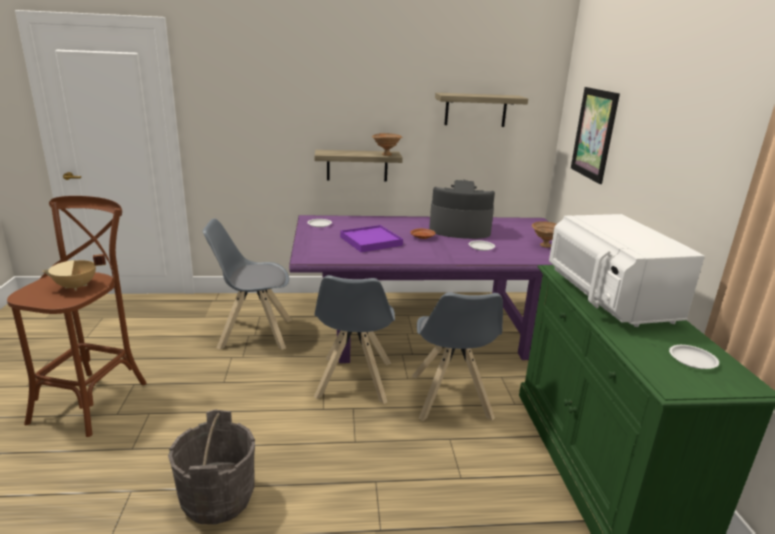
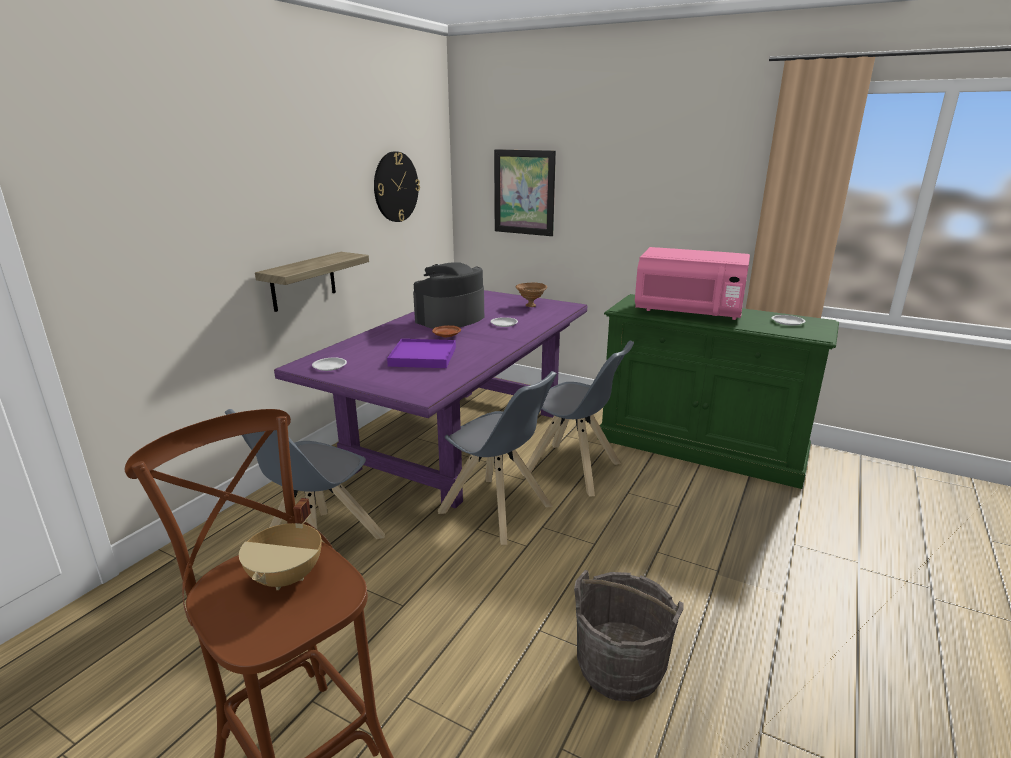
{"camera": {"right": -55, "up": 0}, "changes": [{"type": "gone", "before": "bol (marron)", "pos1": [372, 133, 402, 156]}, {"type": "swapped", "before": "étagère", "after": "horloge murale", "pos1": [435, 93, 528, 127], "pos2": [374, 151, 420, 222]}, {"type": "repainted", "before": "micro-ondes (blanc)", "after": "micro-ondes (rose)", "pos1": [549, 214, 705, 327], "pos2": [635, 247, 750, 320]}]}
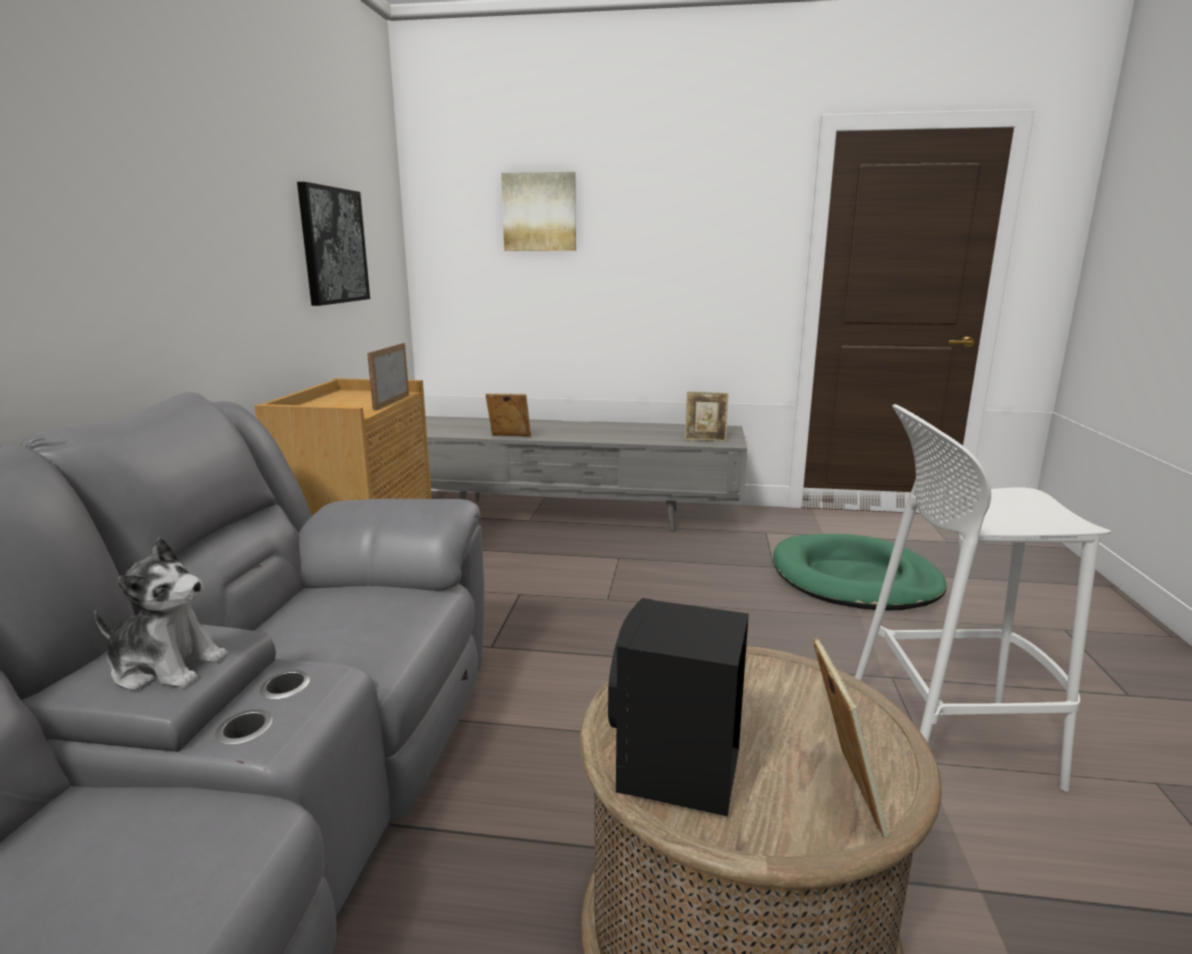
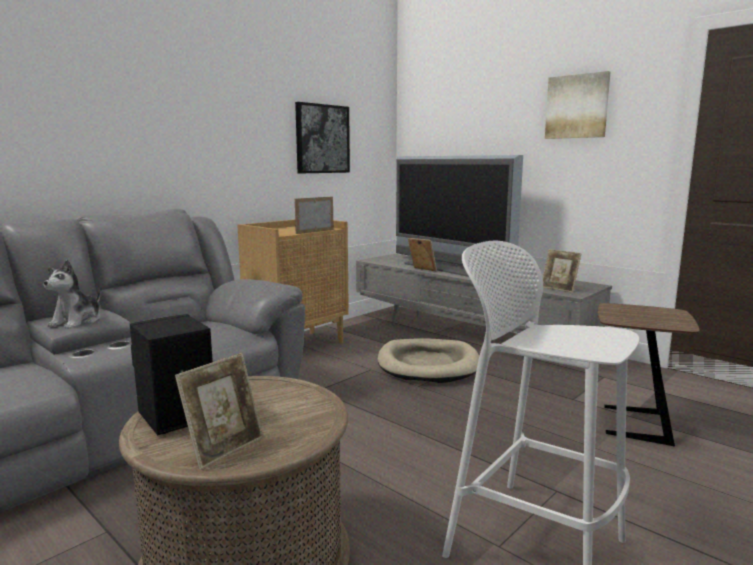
{"camera": {"right": 35, "up": -5}, "changes": [{"type": "rotated", "before": "peluche", "pos1": [94, 537, 228, 691], "pos2": [43, 260, 100, 329], "turn": 60}, {"type": "shifted", "before": "tableau", "pos1": [501, 172, 576, 251], "pos2": [545, 71, 611, 139]}, {"type": "swapped", "before": "panier pour chien (vert)", "after": "table d'appoint (marron)", "pos1": [773, 534, 947, 610], "pos2": [598, 303, 700, 447]}, {"type": "new", "after": "panier pour chien (beige)", "pos2": [378, 338, 479, 383]}, {"type": "new", "after": "téléviseur", "pos2": [396, 155, 523, 277]}]}
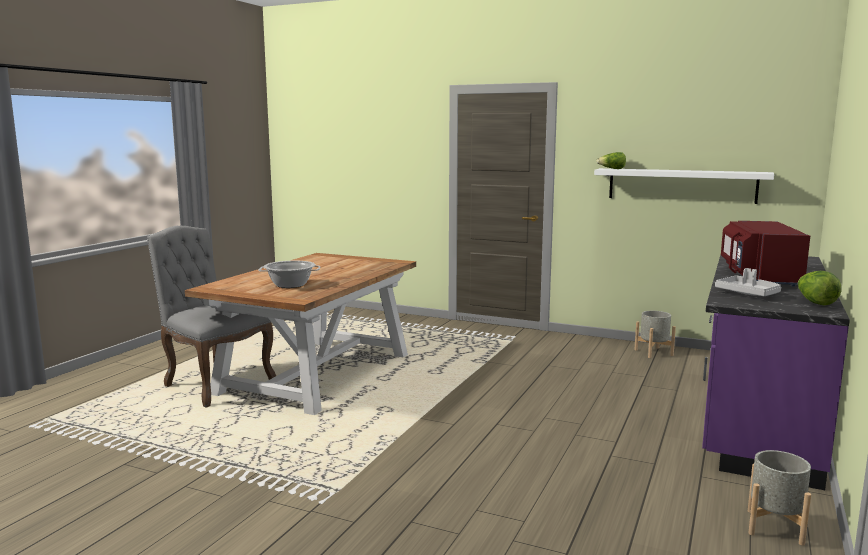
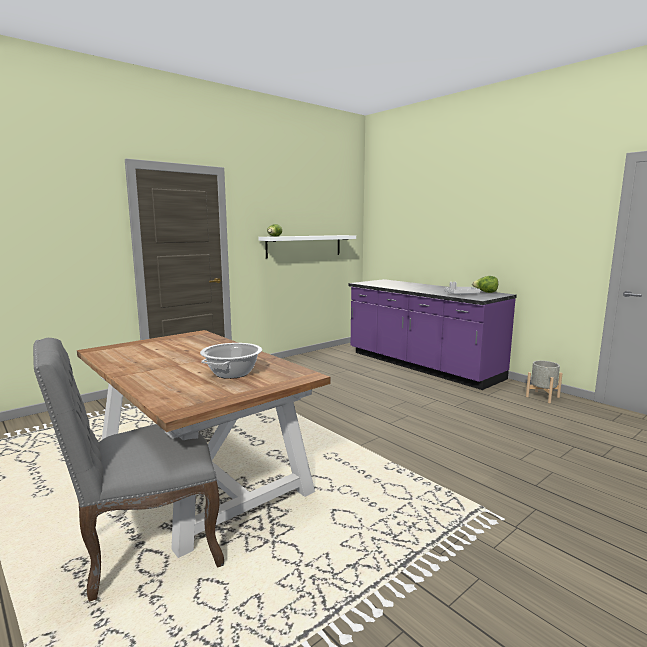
{"camera": {"right": -65, "up": 0}, "changes": [{"type": "gone", "before": "cache-pot (gris)", "pos1": [634, 311, 676, 358]}, {"type": "gone", "before": "micro-ondes (rouge)", "pos1": [721, 221, 810, 287]}]}
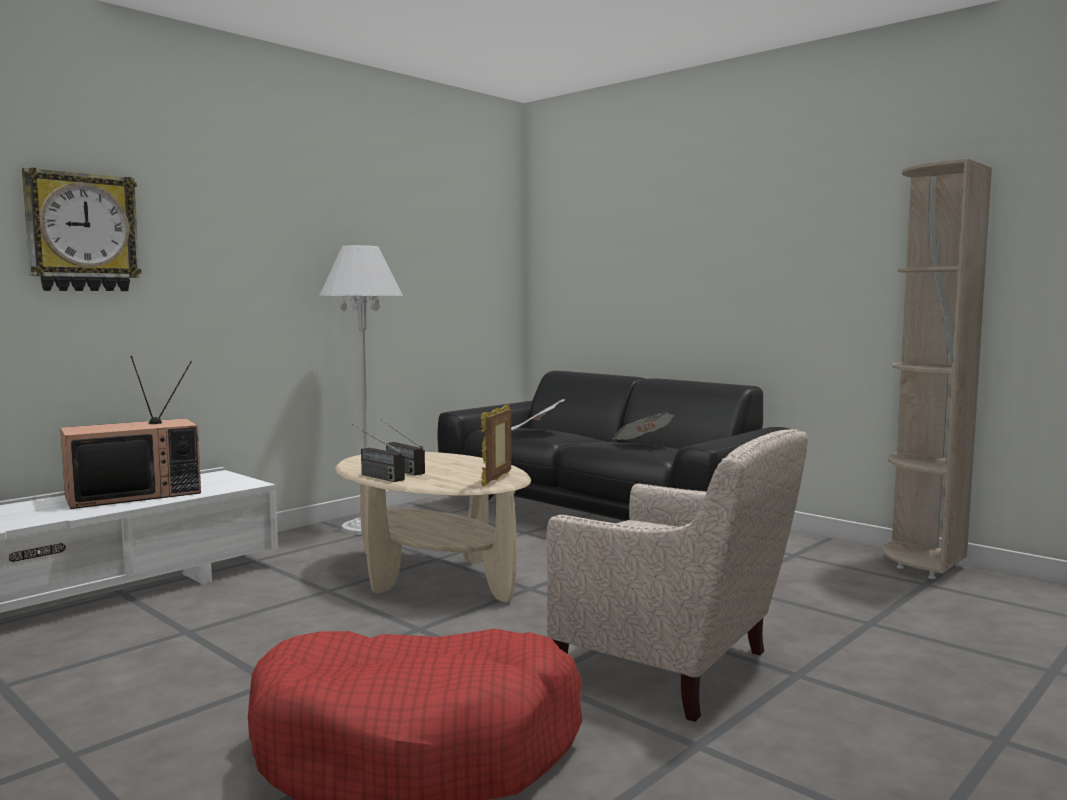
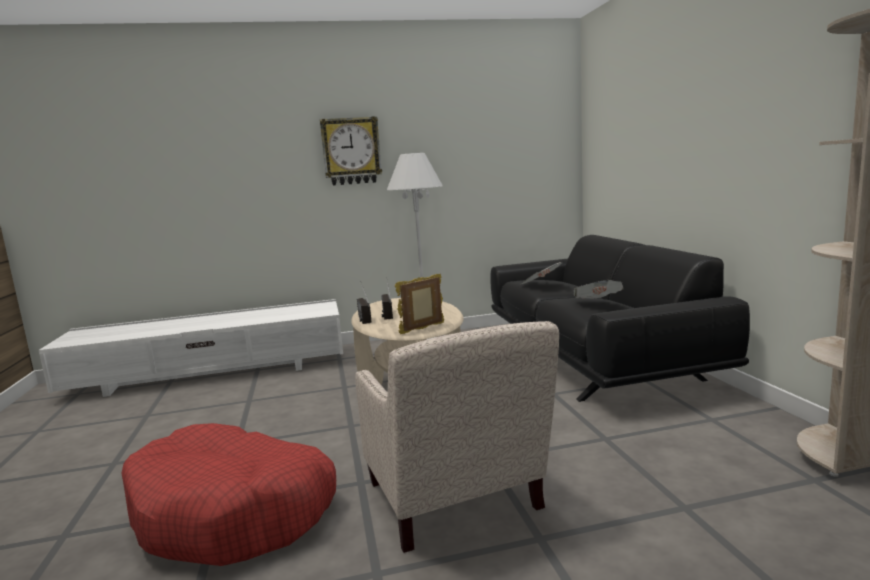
{"camera": {"right": 35, "up": 5}, "changes": [{"type": "shifted", "before": "horloge murale", "pos1": [22, 167, 142, 291], "pos2": [320, 116, 382, 185]}, {"type": "gone", "before": "téléviseur", "pos1": [60, 356, 201, 509]}]}
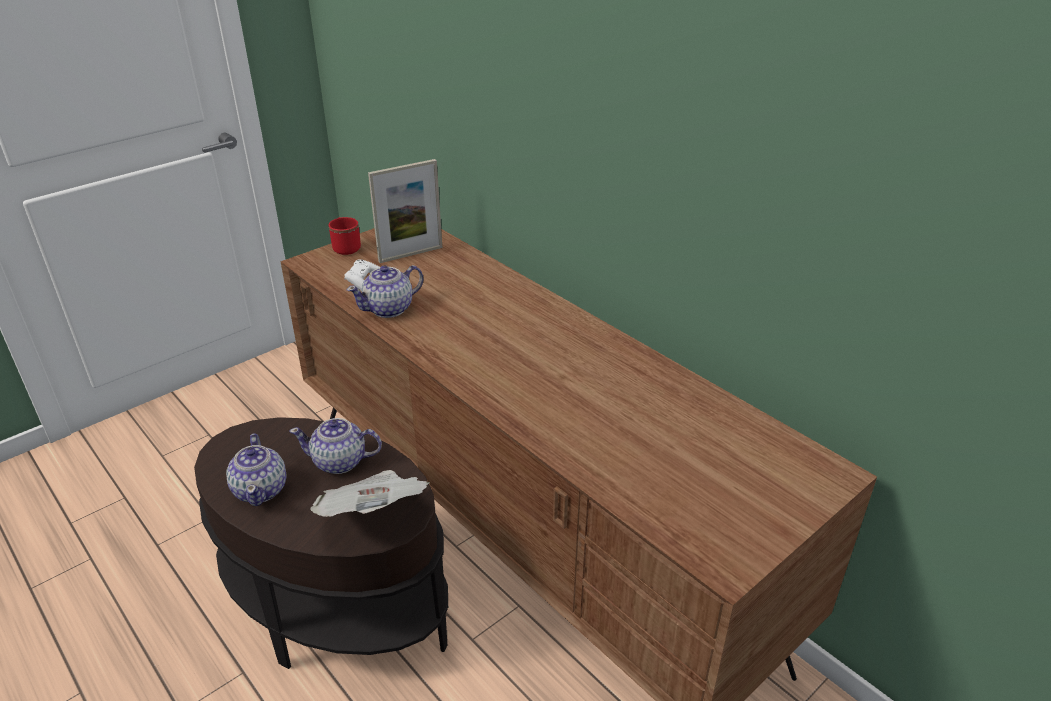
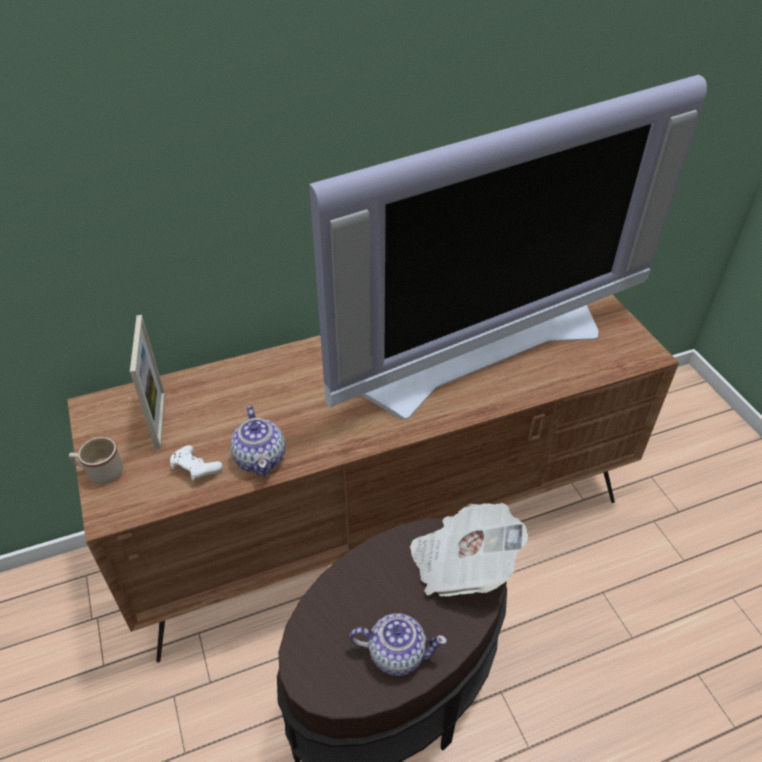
{"camera": {"right": -70, "up": 10}, "changes": [{"type": "gone", "before": "théière", "pos1": [289, 418, 382, 474]}, {"type": "repainted", "before": "mug (rouge)", "after": "mug (beige)", "pos1": [329, 217, 361, 255], "pos2": [69, 437, 123, 484]}, {"type": "new", "after": "téléviseur", "pos2": [309, 75, 707, 420]}]}
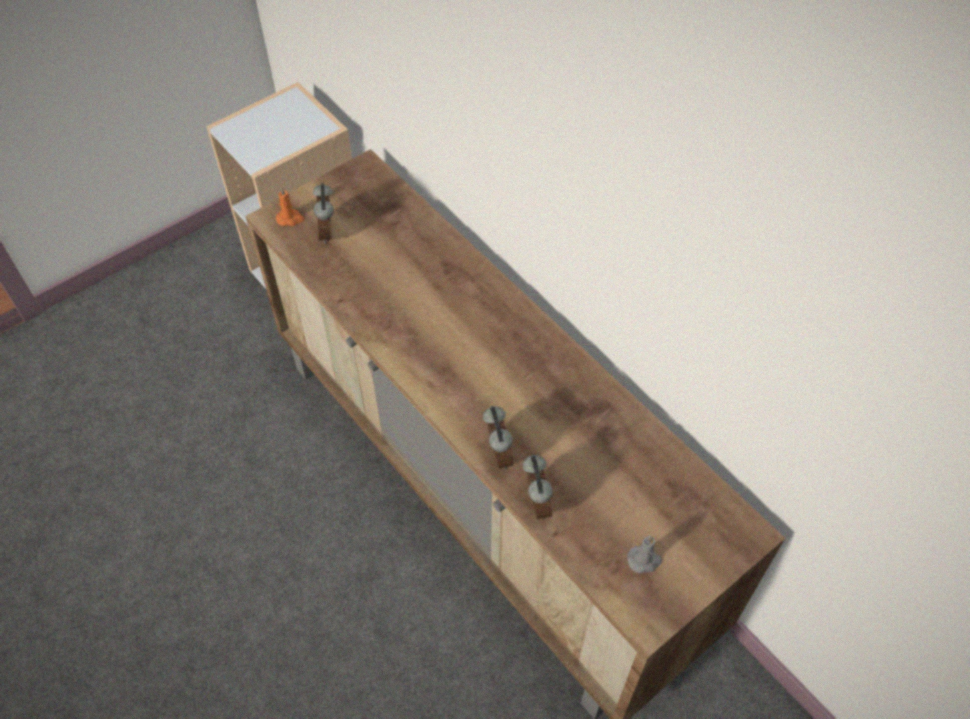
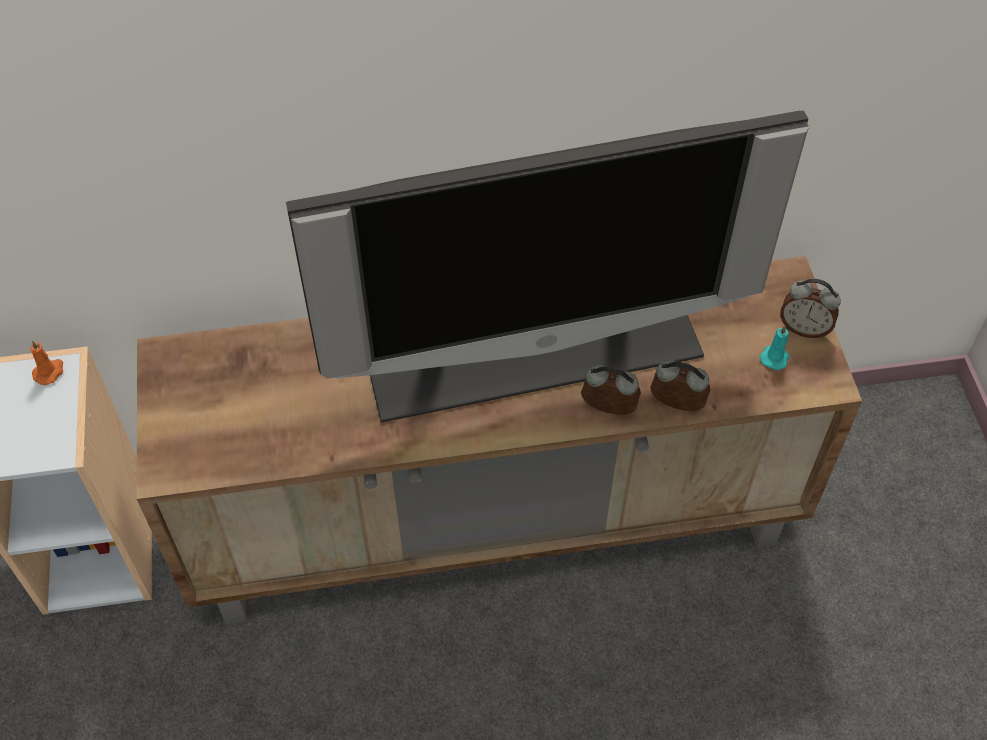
{"camera": {"right": -60, "up": 0}, "changes": [{"type": "shifted", "before": "bougie (orange)", "pos1": [276, 187, 304, 226], "pos2": [30, 340, 63, 385]}, {"type": "shifted", "before": "réveil", "pos1": [313, 183, 334, 244], "pos2": [780, 278, 841, 338]}, {"type": "repainted", "before": "bougie (gris)", "after": "bougie (turquoise)", "pos1": [627, 536, 662, 573], "pos2": [760, 325, 789, 370]}, {"type": "new", "after": "téléviseur", "pos2": [286, 110, 809, 422]}]}
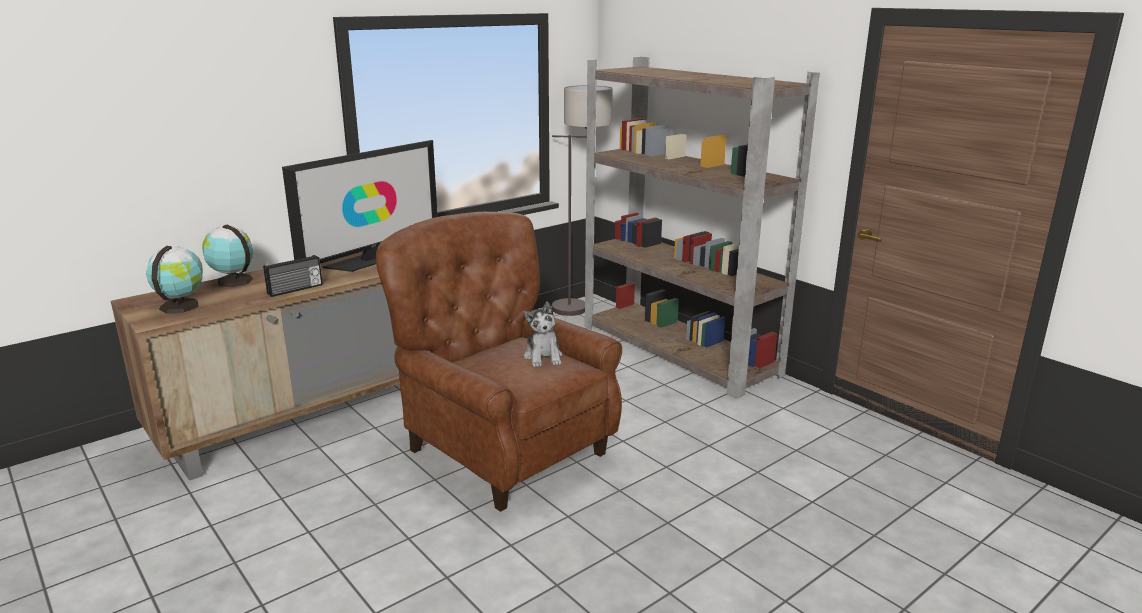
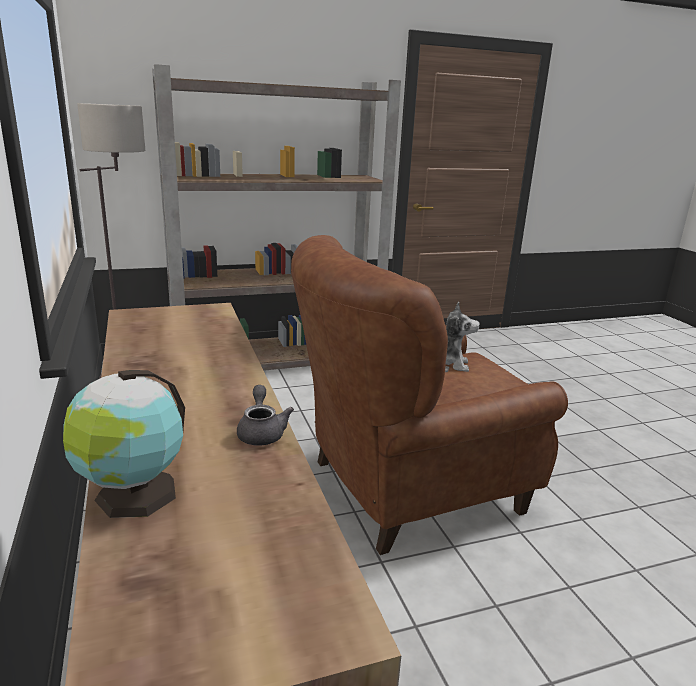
{"camera": {"right": -70, "up": 0}, "changes": [{"type": "gone", "before": "globe", "pos1": [146, 246, 203, 314]}, {"type": "swapped", "before": "radio", "after": "théière (gris)", "pos1": [263, 255, 323, 297], "pos2": [237, 385, 294, 445]}, {"type": "gone", "before": "téléviseur", "pos1": [282, 140, 438, 272]}]}
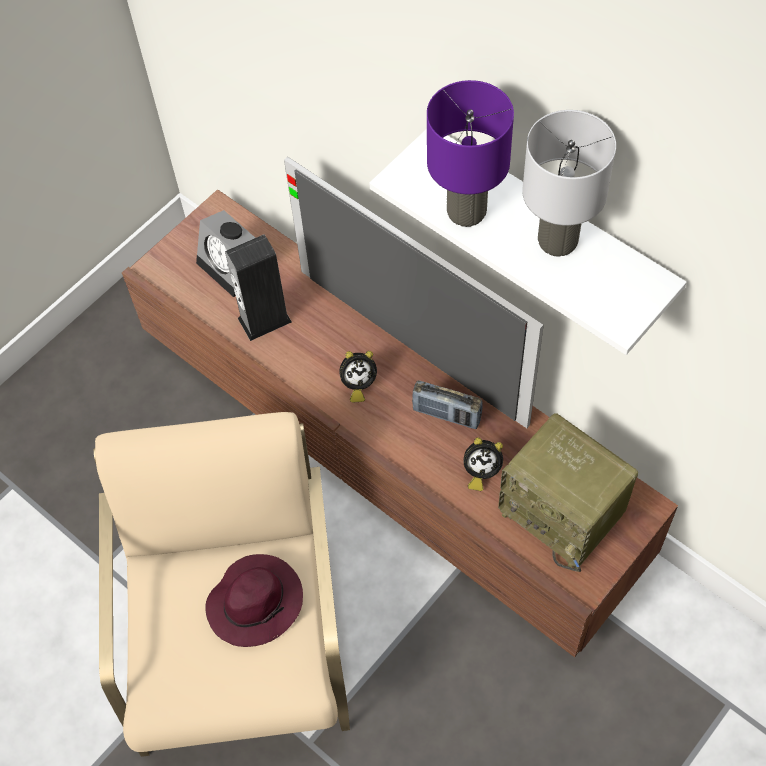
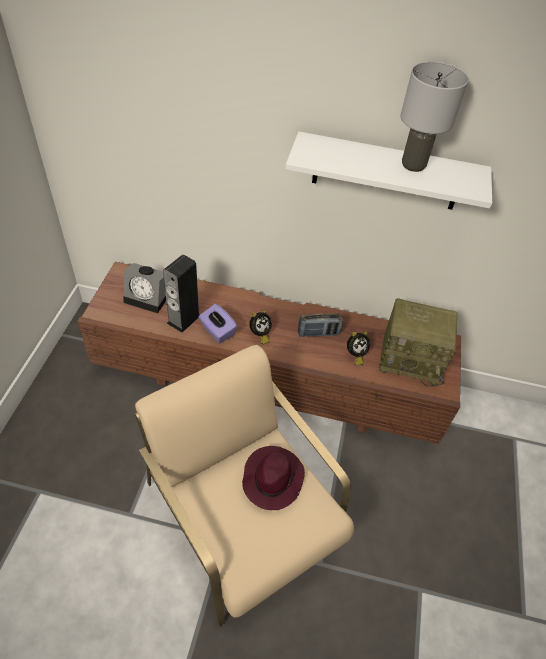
{"camera": {"right": -35, "up": -10}, "changes": [{"type": "gone", "before": "téléviseur", "pos1": [284, 157, 544, 428]}, {"type": "gone", "before": "lampe de table (violet)", "pos1": [427, 80, 514, 227]}, {"type": "new", "after": "boîte à mouchoirs (violet)", "pos2": [199, 304, 237, 343]}]}
